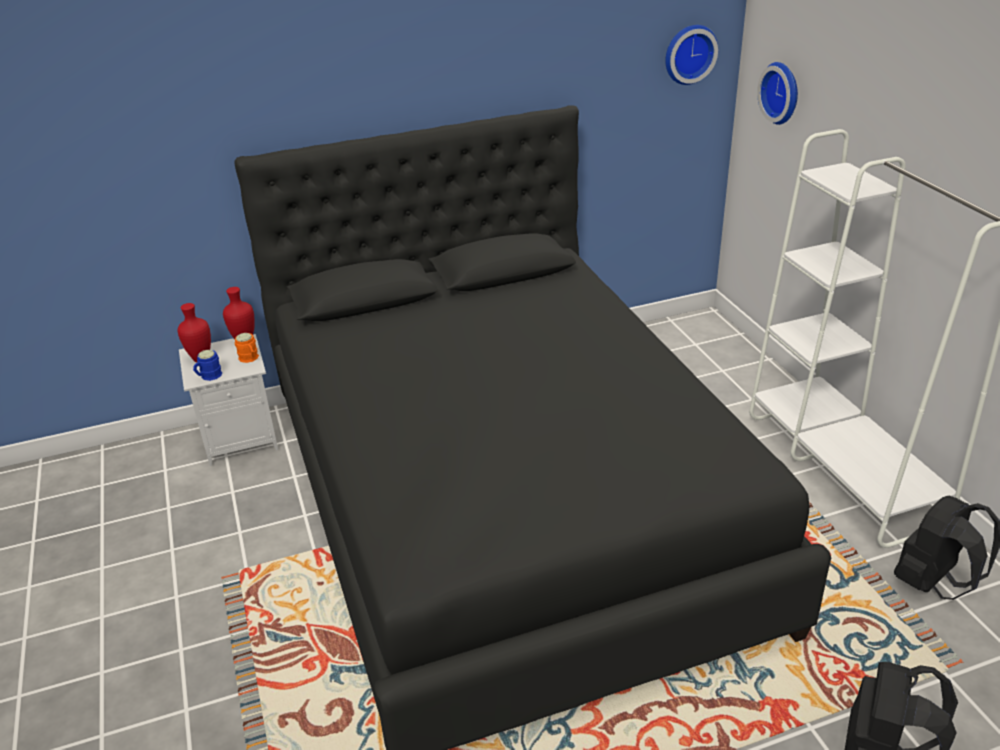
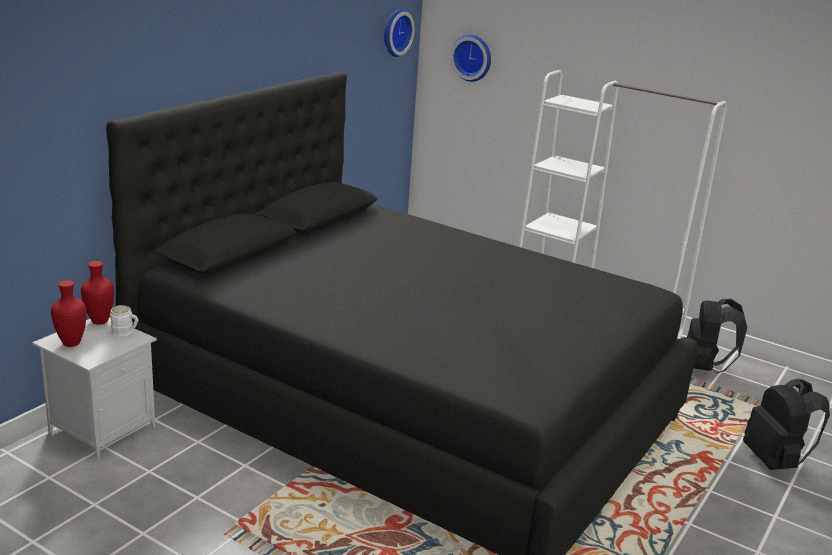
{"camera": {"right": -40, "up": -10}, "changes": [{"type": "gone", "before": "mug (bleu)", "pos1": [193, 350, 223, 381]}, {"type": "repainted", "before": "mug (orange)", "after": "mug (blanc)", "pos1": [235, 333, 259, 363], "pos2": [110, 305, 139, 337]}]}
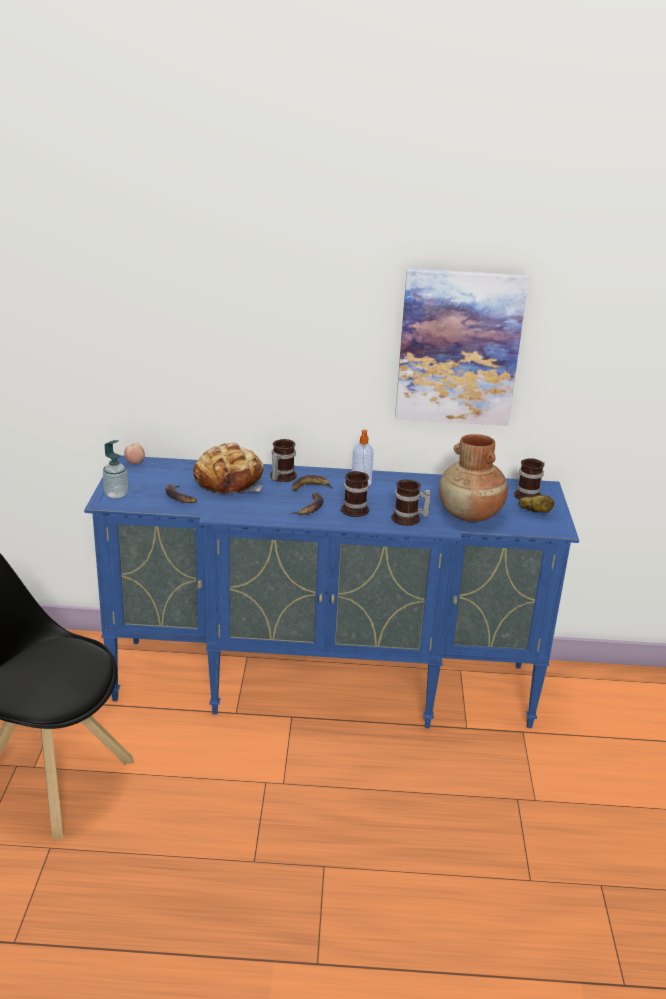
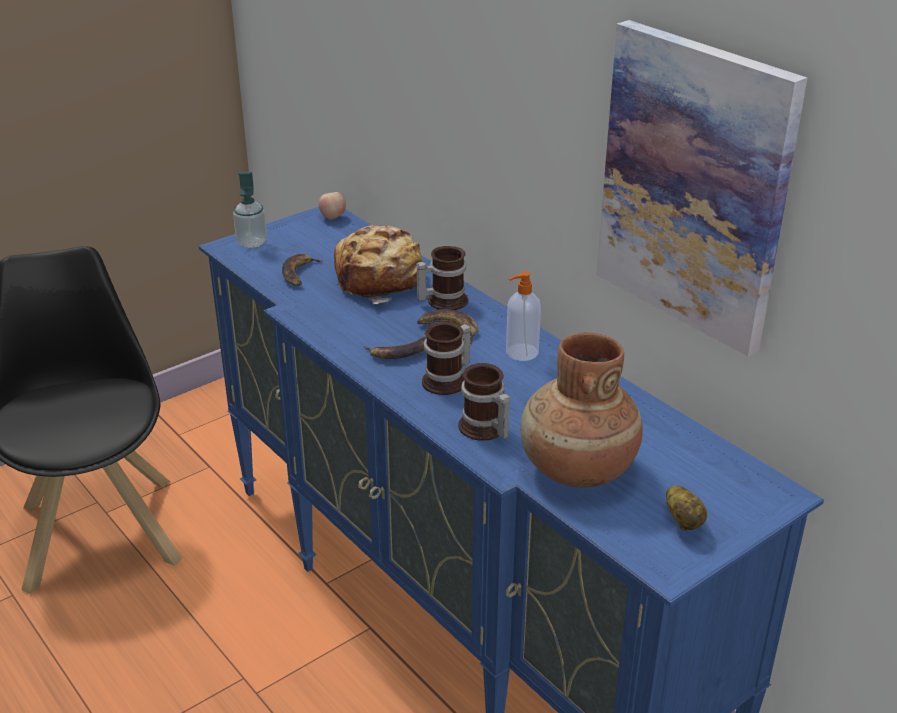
{"camera": {"right": 50, "up": 5}, "changes": [{"type": "gone", "before": "mug", "pos1": [514, 458, 545, 500]}]}
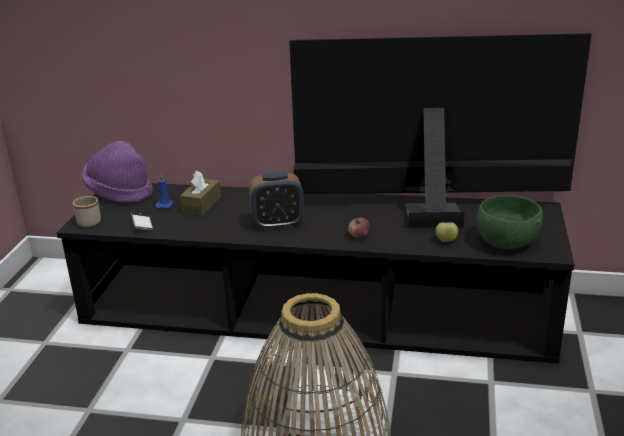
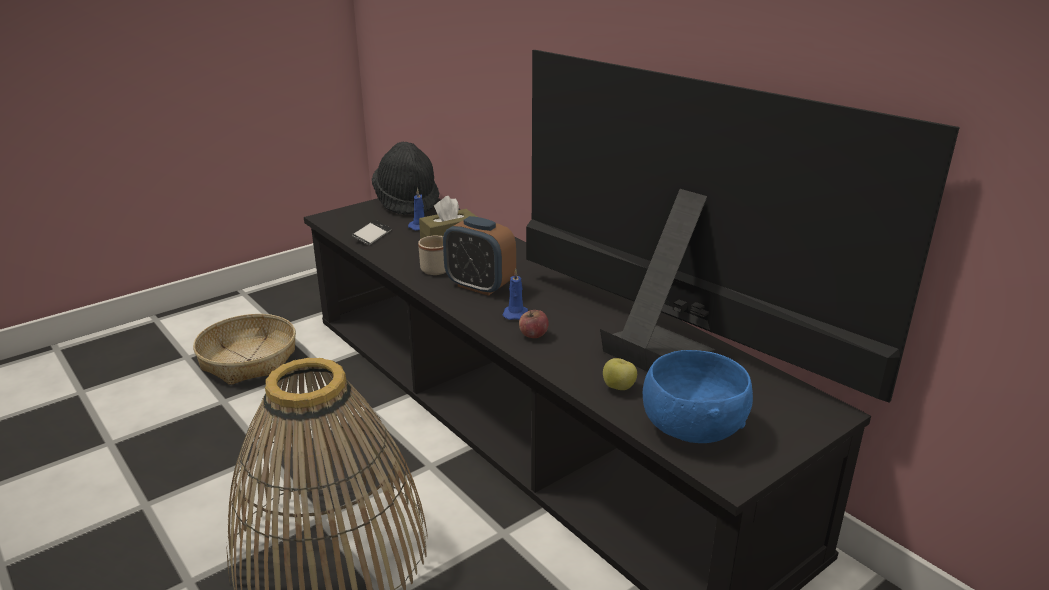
{"camera": {"right": 40, "up": 0}, "changes": [{"type": "shifted", "before": "mug (beige)", "pos1": [73, 196, 101, 227], "pos2": [418, 236, 446, 275]}, {"type": "repainted", "before": "chapeau (violet)", "after": "chapeau (noir)", "pos1": [82, 141, 153, 203], "pos2": [372, 142, 440, 215]}, {"type": "repainted", "before": "bol (vert)", "after": "bol (bleu)", "pos1": [477, 195, 543, 249], "pos2": [643, 350, 753, 443]}, {"type": "new", "after": "panier", "pos2": [193, 314, 296, 385]}, {"type": "new", "after": "bougie (bleu)", "pos2": [503, 269, 528, 320]}]}
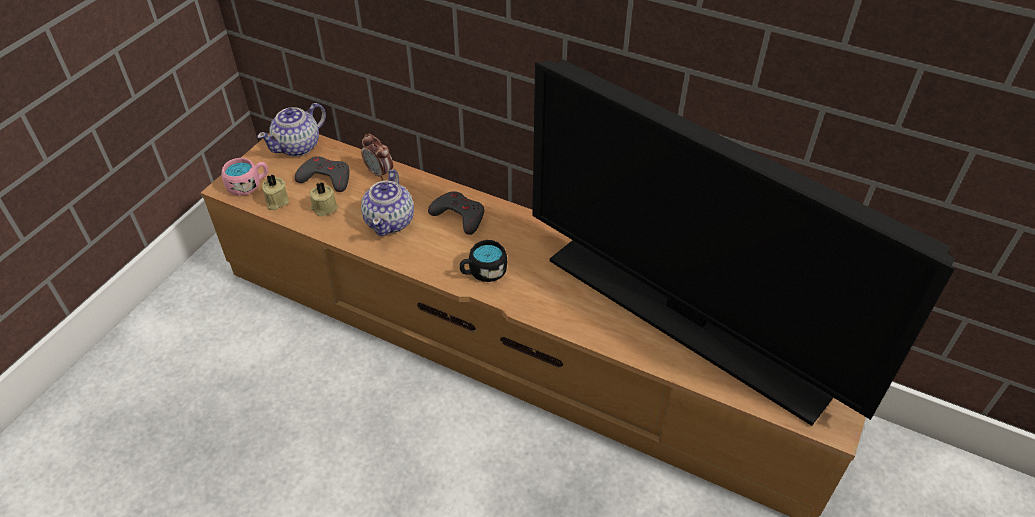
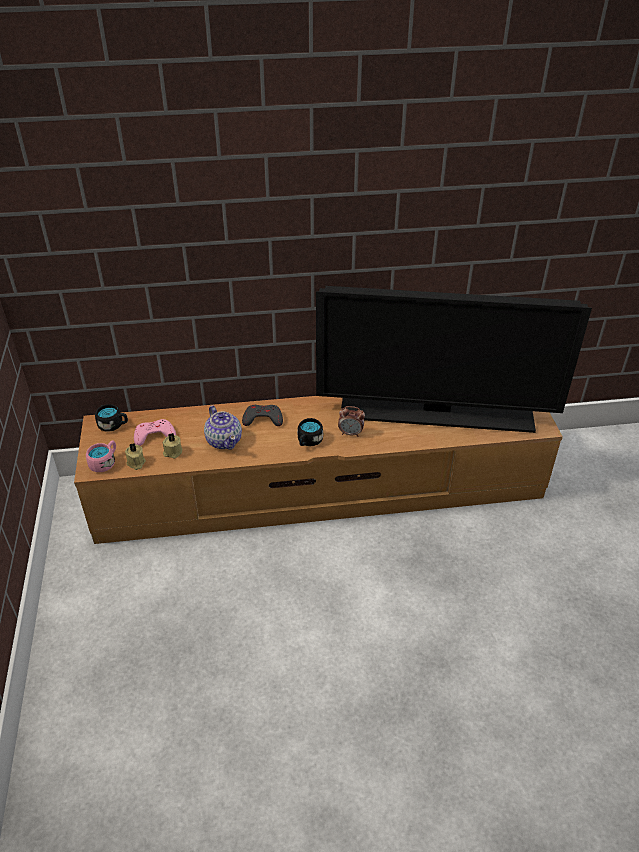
{"camera": {"right": -35, "up": -5}, "changes": [{"type": "swapped", "before": "théière", "after": "mug (noir)", "pos1": [257, 103, 326, 157], "pos2": [95, 404, 128, 432]}, {"type": "repainted", "before": "manette (gris)", "after": "manette (rose)", "pos1": [295, 156, 350, 192], "pos2": [134, 419, 176, 446]}, {"type": "shifted", "before": "réveil", "pos1": [361, 134, 393, 180], "pos2": [338, 406, 365, 437]}]}
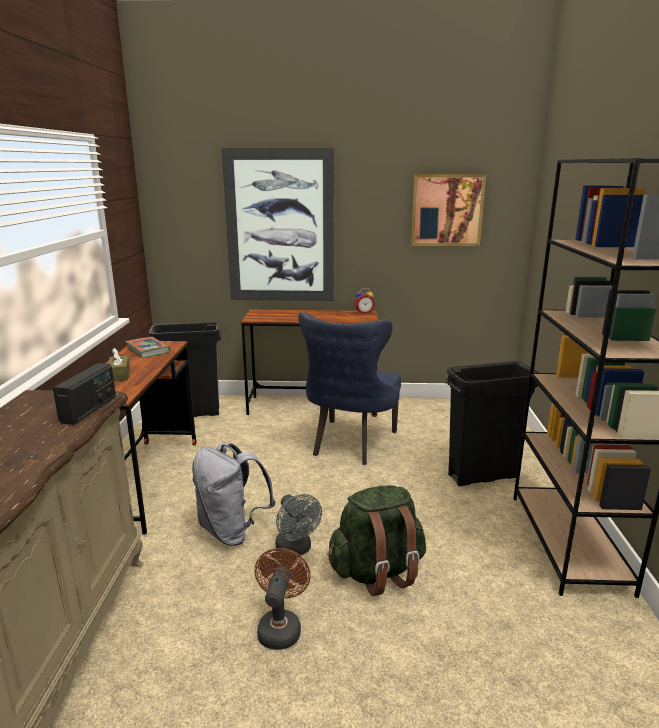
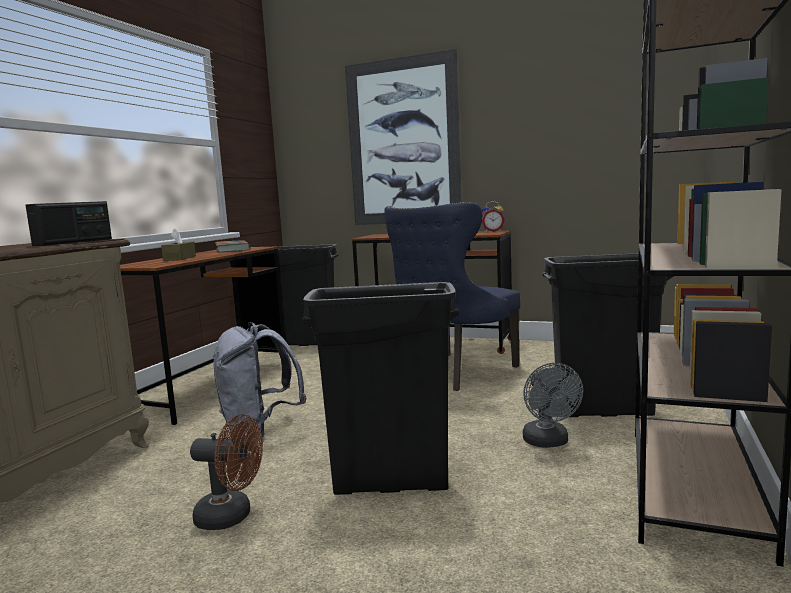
{"camera": {"right": 20, "up": -10}, "changes": [{"type": "rotated", "before": "ventilateur (marron)", "pos1": [254, 548, 311, 650], "pos2": [190, 414, 263, 530], "turn": 75}, {"type": "shifted", "before": "ventilateur (gris)", "pos1": [275, 494, 322, 556], "pos2": [523, 363, 583, 448]}, {"type": "swapped", "before": "sac à dos (vert)", "after": "poubelle (noir)", "pos1": [327, 486, 426, 596], "pos2": [301, 282, 460, 495]}, {"type": "gone", "before": "tableau", "pos1": [411, 174, 486, 246]}]}
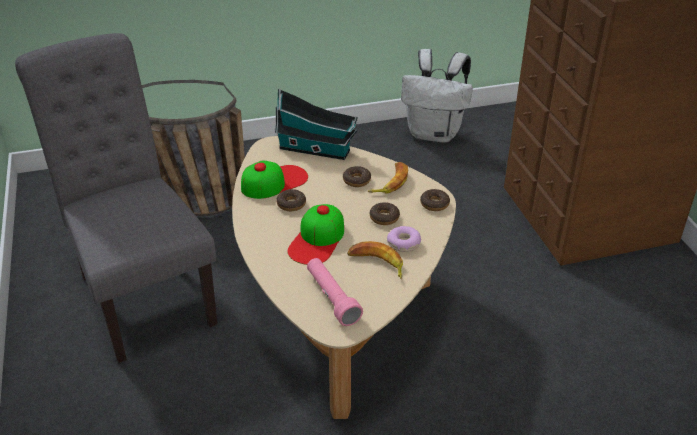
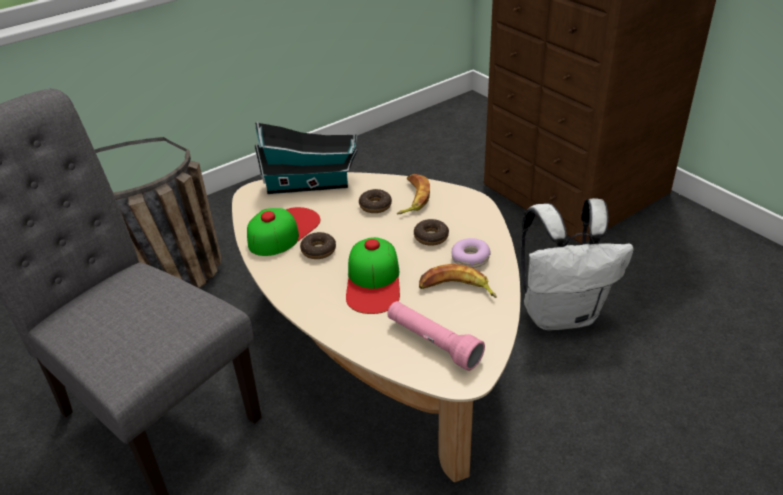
{"camera": {"right": -20, "up": 0}, "changes": [{"type": "shifted", "before": "sac à dos (blanc)", "pos1": [401, 49, 473, 143], "pos2": [521, 198, 634, 331]}, {"type": "gone", "before": "beignet", "pos1": [420, 189, 450, 211]}]}
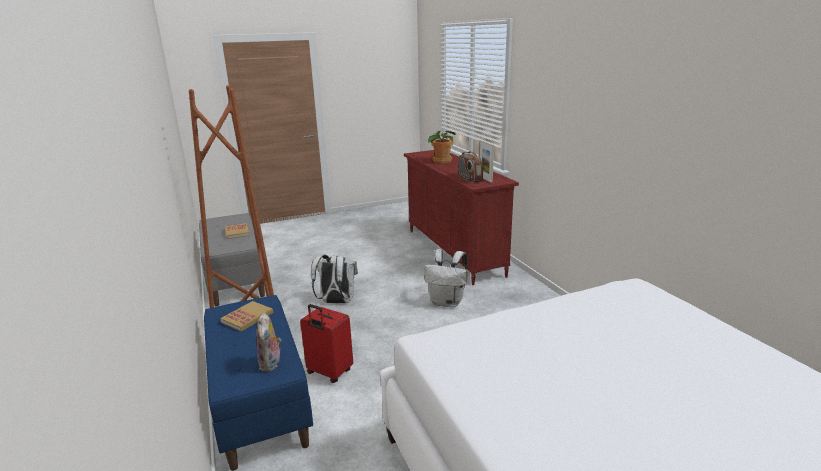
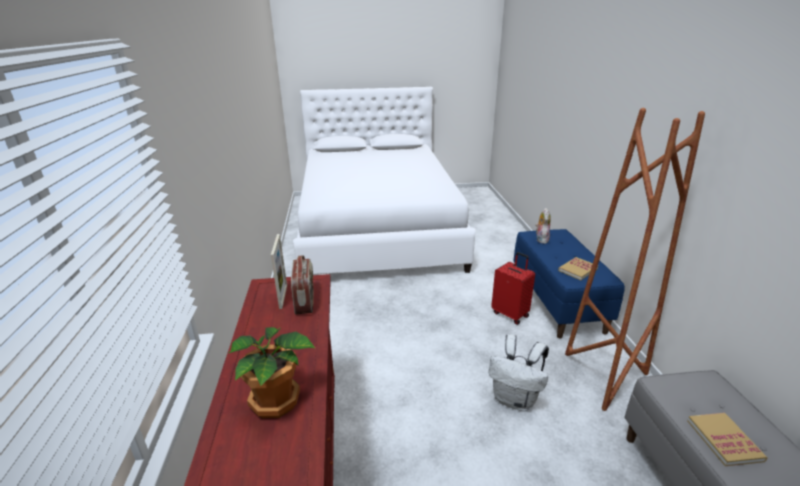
{"camera": {"right": -165, "up": 5}, "changes": [{"type": "gone", "before": "sac à dos (blanc)", "pos1": [424, 249, 468, 307]}]}
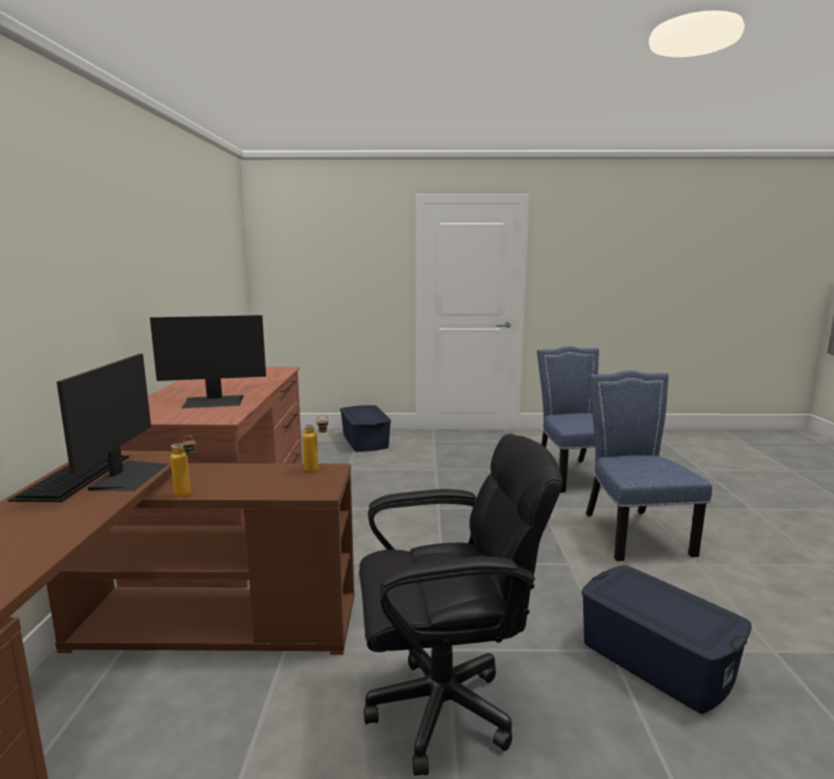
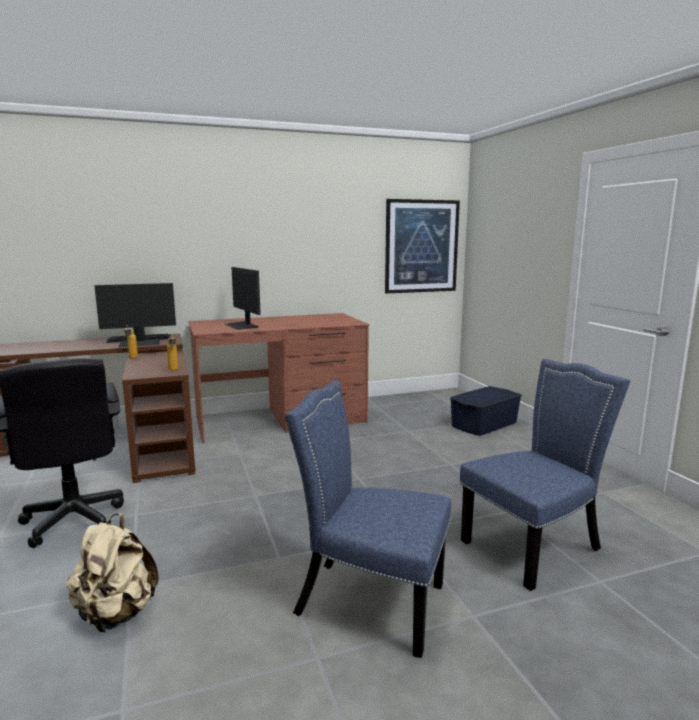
{"camera": {"right": 70, "up": 0}, "changes": [{"type": "swapped", "before": "boîte de rangement (bleu)", "after": "sac à dos (beige)", "pos1": [581, 565, 752, 714], "pos2": [66, 513, 159, 632]}, {"type": "rotated", "before": "chaise (bleu)", "pos1": [586, 370, 712, 561], "pos2": [285, 381, 451, 658], "turn": -135}, {"type": "new", "after": "tableau", "pos2": [385, 199, 460, 293]}]}
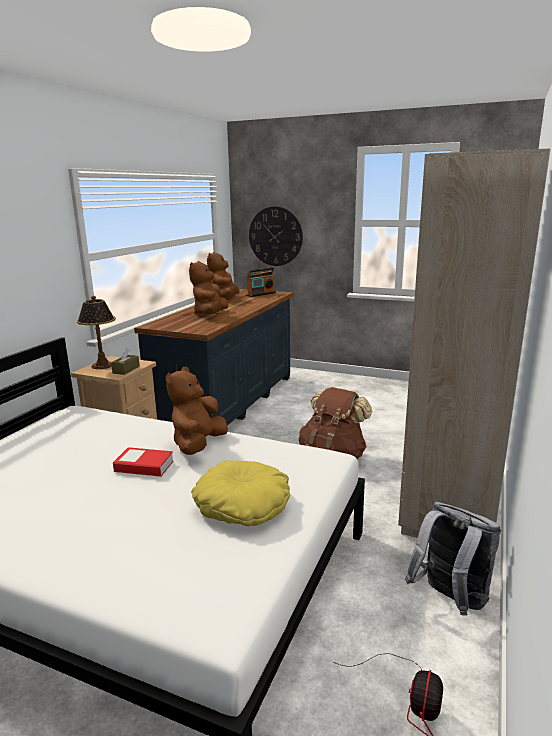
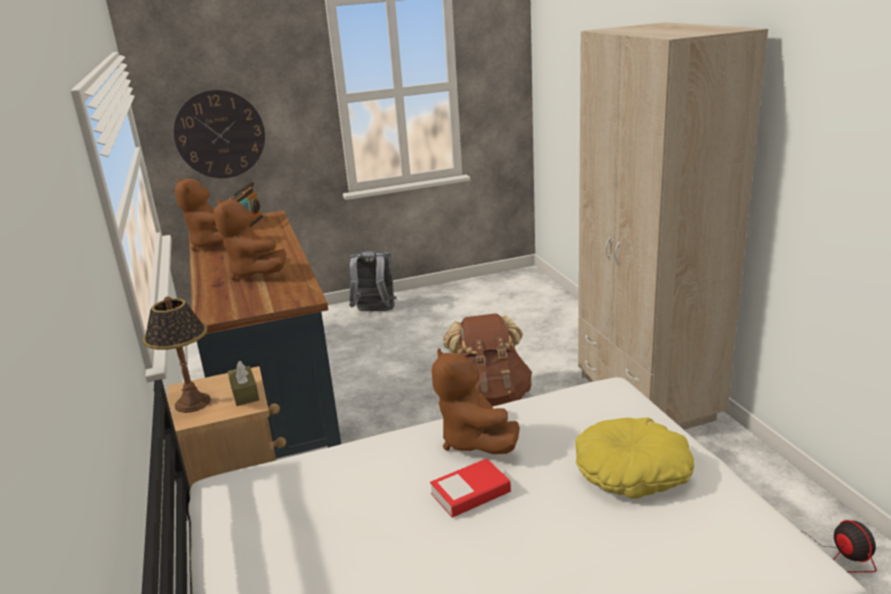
{"camera": {"right": -40, "up": 5}, "changes": [{"type": "shifted", "before": "sac à dos (gris)", "pos1": [405, 502, 501, 616], "pos2": [350, 251, 397, 311]}]}
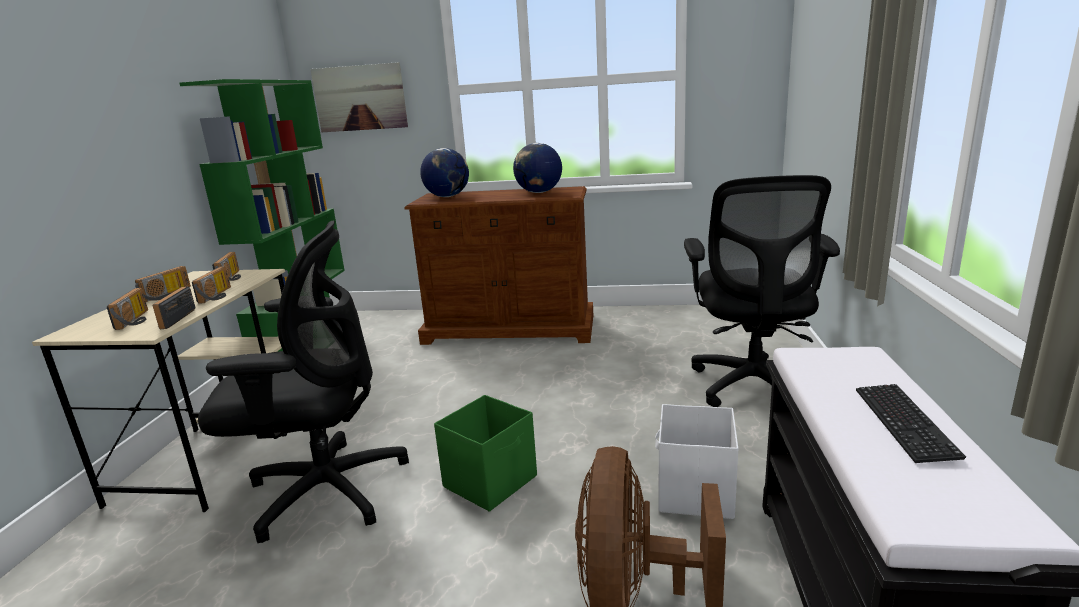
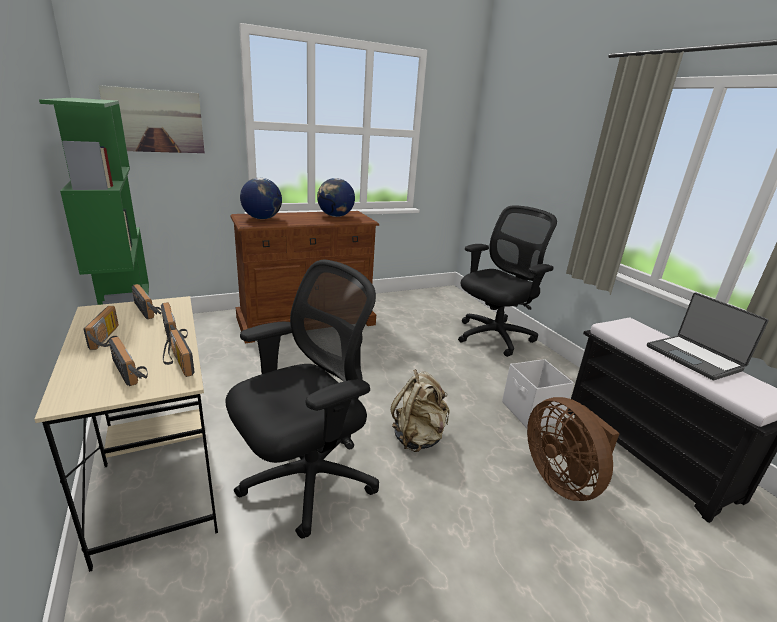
{"camera": {"right": -35, "up": 5}, "changes": [{"type": "swapped", "before": "boîte de rangement (vert)", "after": "sac à dos (beige)", "pos1": [434, 395, 537, 512], "pos2": [391, 369, 450, 452]}, {"type": "rotated", "before": "chaise de bureau (noir)", "pos1": [684, 175, 840, 407], "pos2": [458, 205, 557, 357], "turn": -105}, {"type": "swapped", "before": "clavier", "after": "ordinateur portable", "pos1": [856, 384, 966, 463], "pos2": [647, 293, 769, 380]}]}
